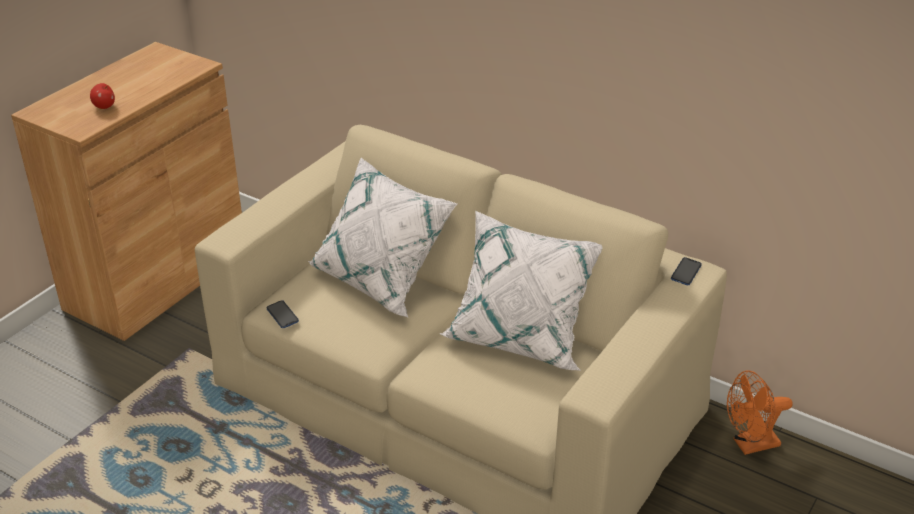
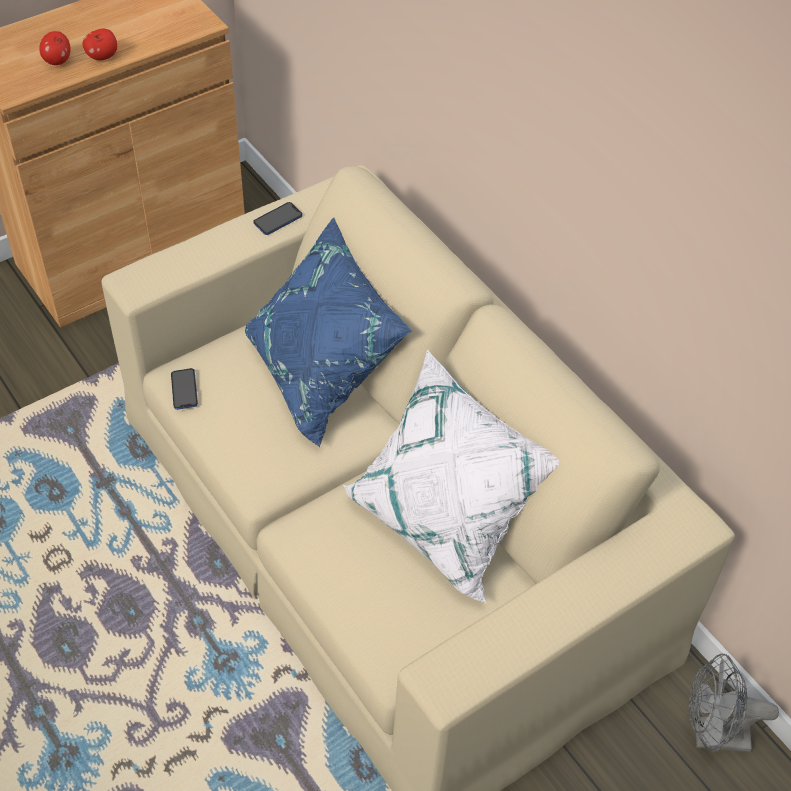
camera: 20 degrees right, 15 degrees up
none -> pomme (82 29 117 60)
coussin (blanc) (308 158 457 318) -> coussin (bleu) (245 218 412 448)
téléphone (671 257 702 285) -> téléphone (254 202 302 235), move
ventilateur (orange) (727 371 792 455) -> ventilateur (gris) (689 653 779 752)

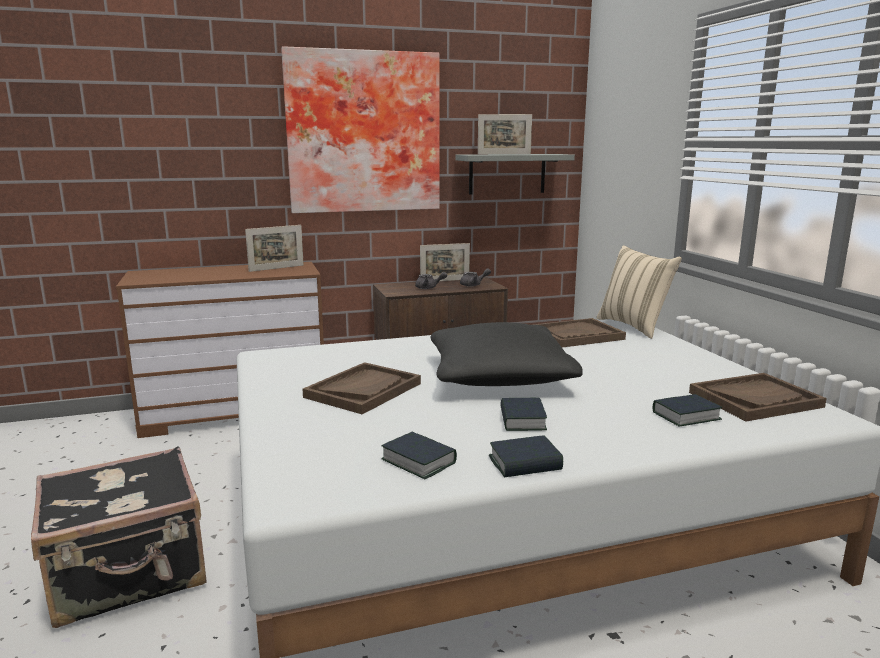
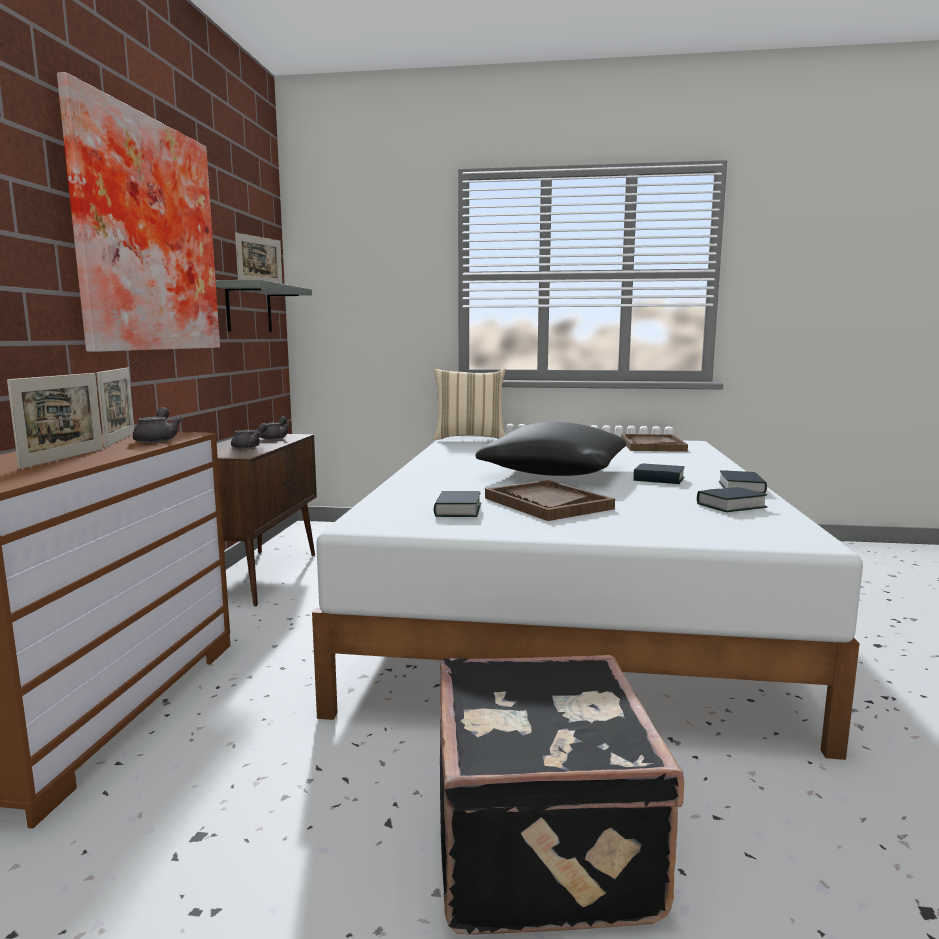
camera: 65 degrees left, 5 degrees down
cadre photo (420 243 470 281) -> cadre photo (7 373 103 469), move
none -> théière (gris) (133 407 183 443)
livre (653 394 722 426) -> livre (434 491 481 517), move
plateau (marron) (532 318 626 348) -> none

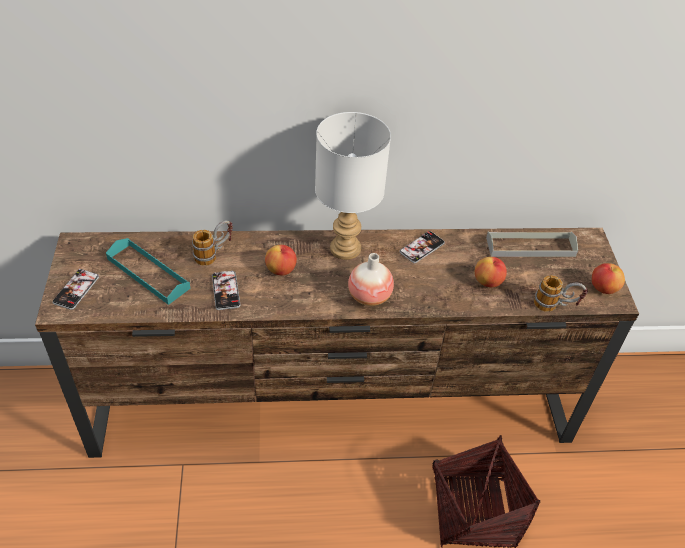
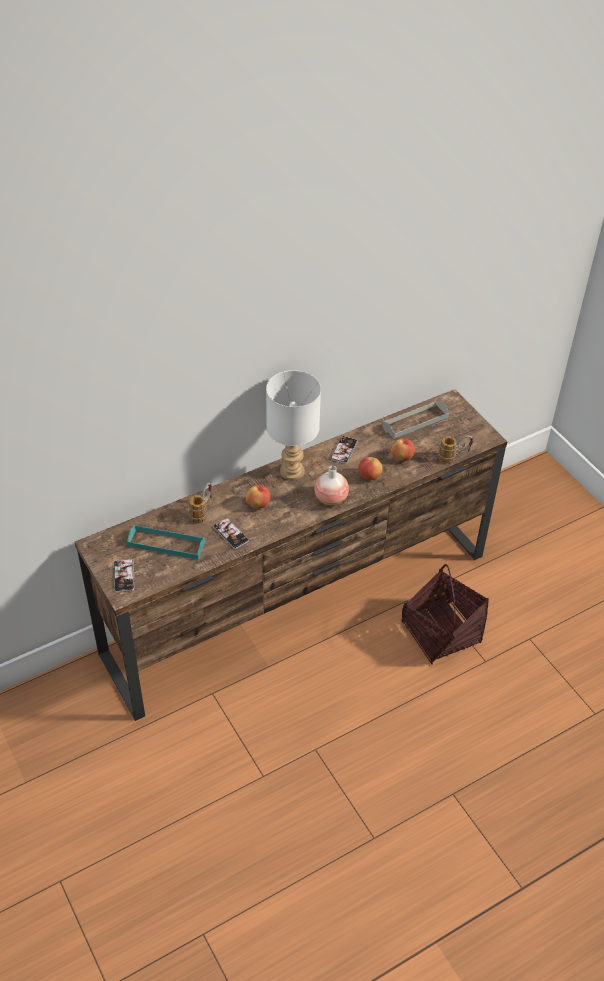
camera: 25 degrees left, 0 degrees up
pomme (592 263 625 294) -> pomme (358 457 383 480), move

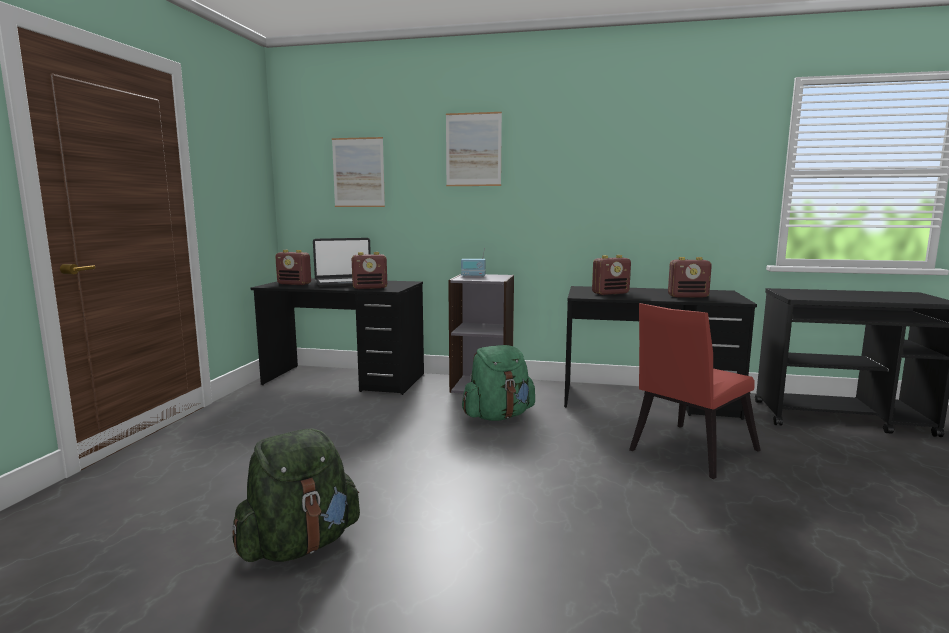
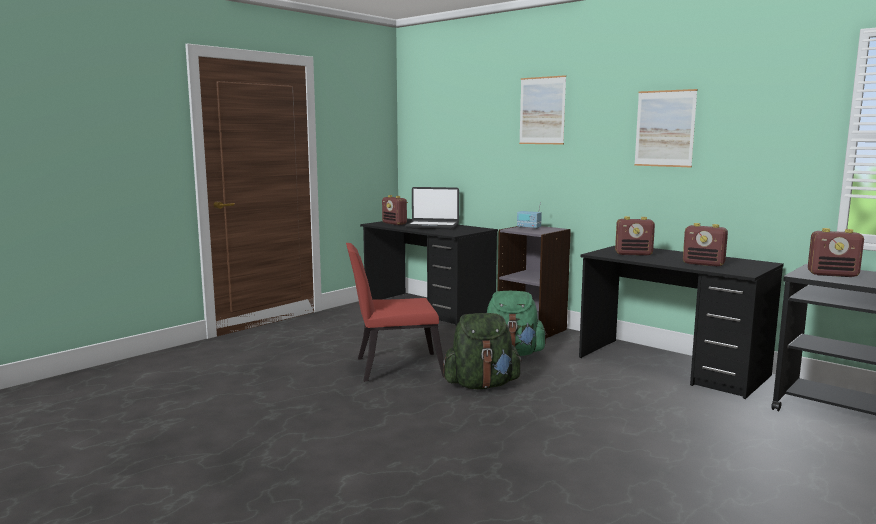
camera: 30 degrees right, 0 degrees up
chaise (rouge) (629 303 760 479) -> chaise (rouge) (346 243 444 382), move
sac à dos (vert) (232 429 360 562) -> sac à dos (vert) (443 313 522 389), move
tableau (332 137 385 207) -> tableau (634 89 698 167), move
radio (352 252 387 289) -> radio (808 228 864 277), move

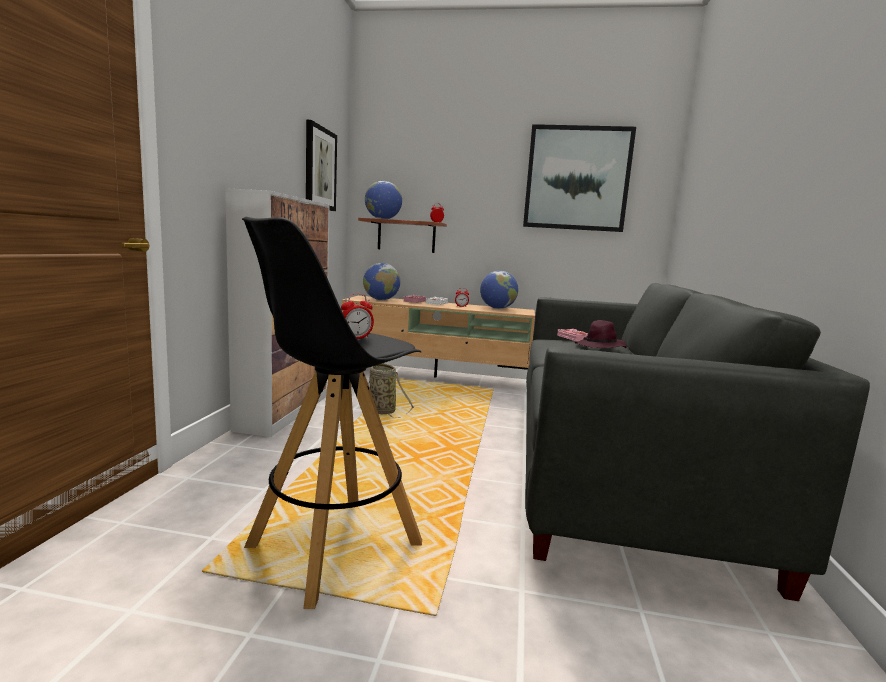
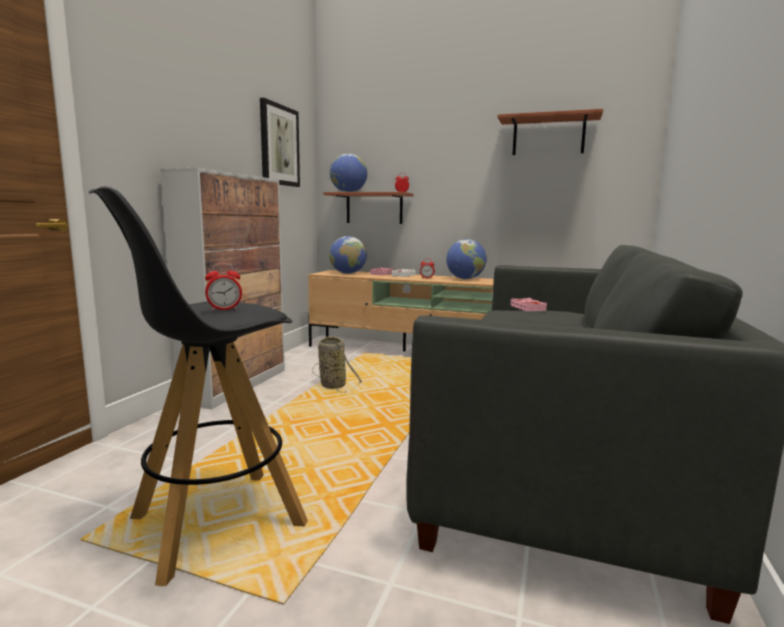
camera: 10 degrees right, 0 degrees up
tableau (523 124 636 232) -> étagère (497 109 603 155)
chapeau (violet) (575 320 626 348) -> none

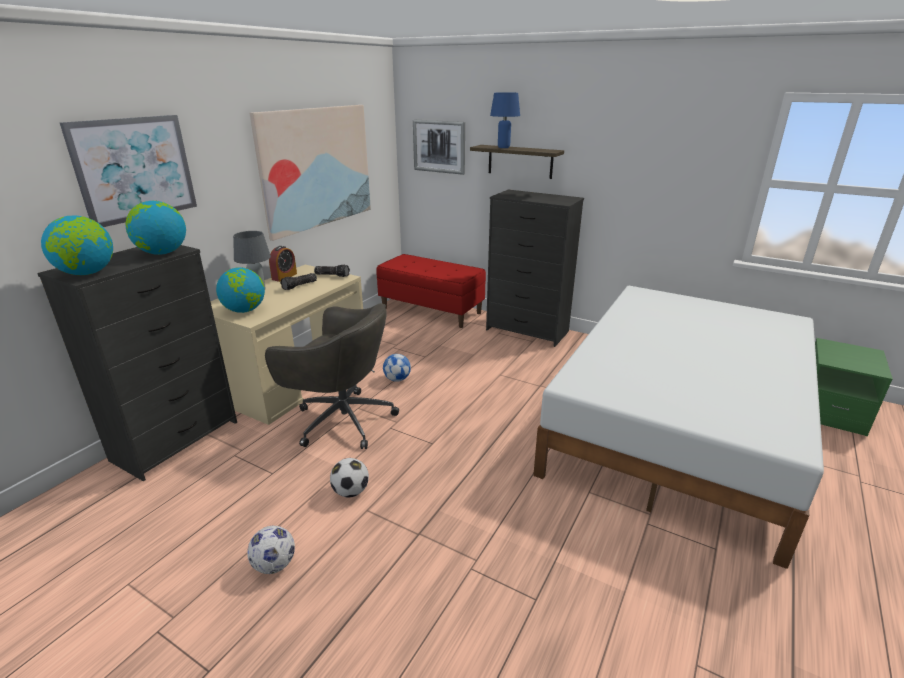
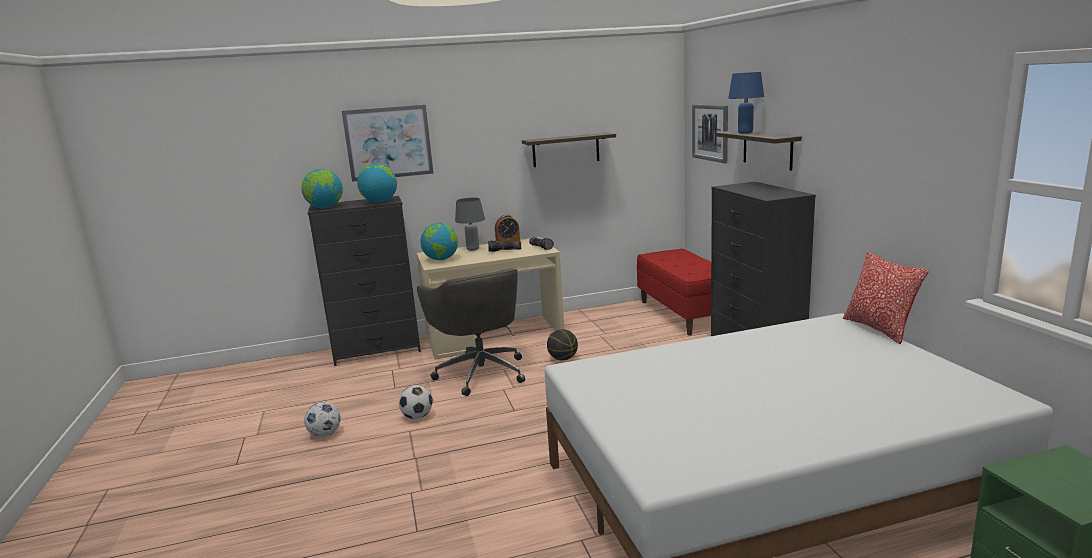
camera: 45 degrees right, 10 degrees down
tableau (250 105 371 241) -> étagère (522 132 616 167)
ballon de foot (383 354 411 382) -> ballon de basket (547 329 578 360)
none -> coussin (843 252 929 344)

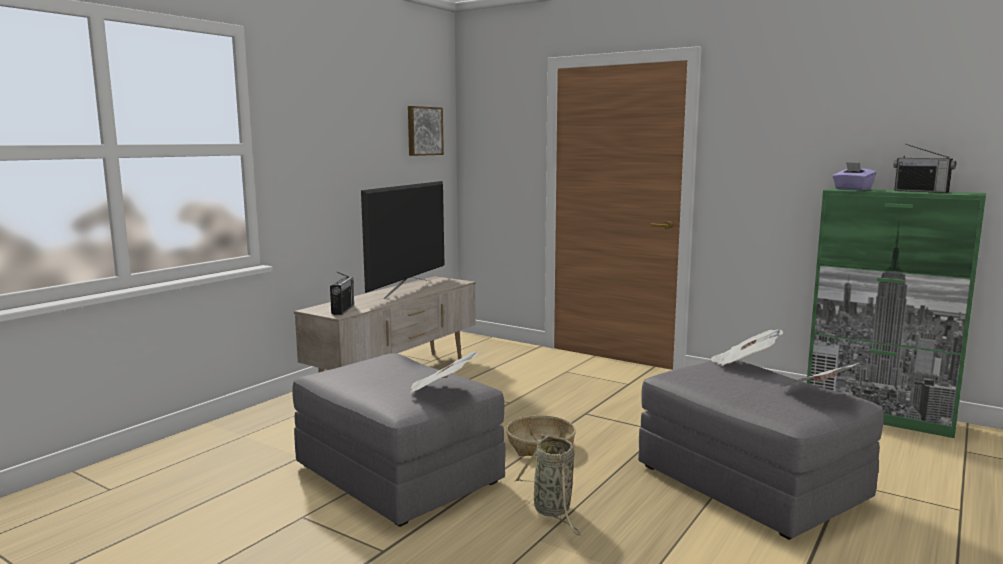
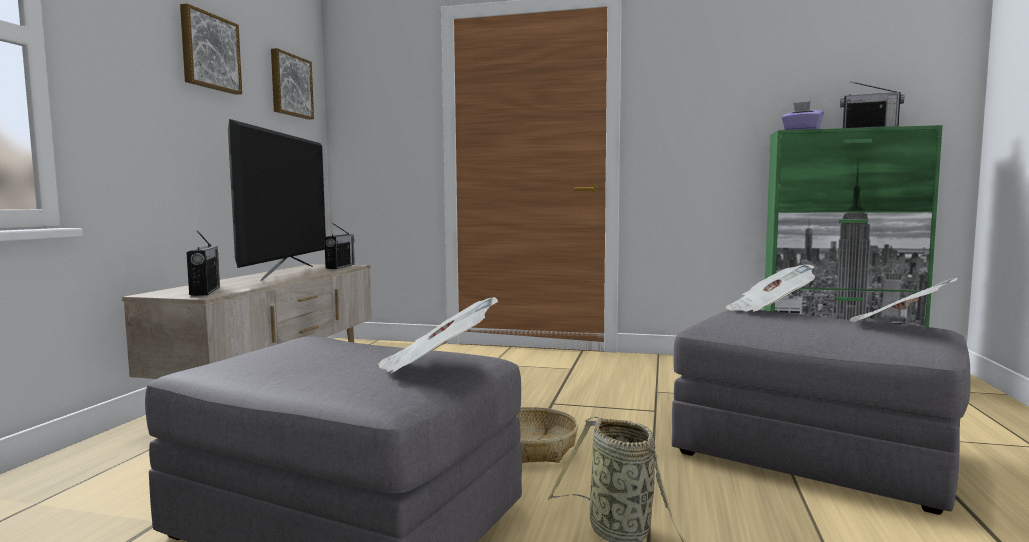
camera: 20 degrees left, 5 degrees down
none -> tableau (180 4 242 95)
none -> radio (324 223 355 269)

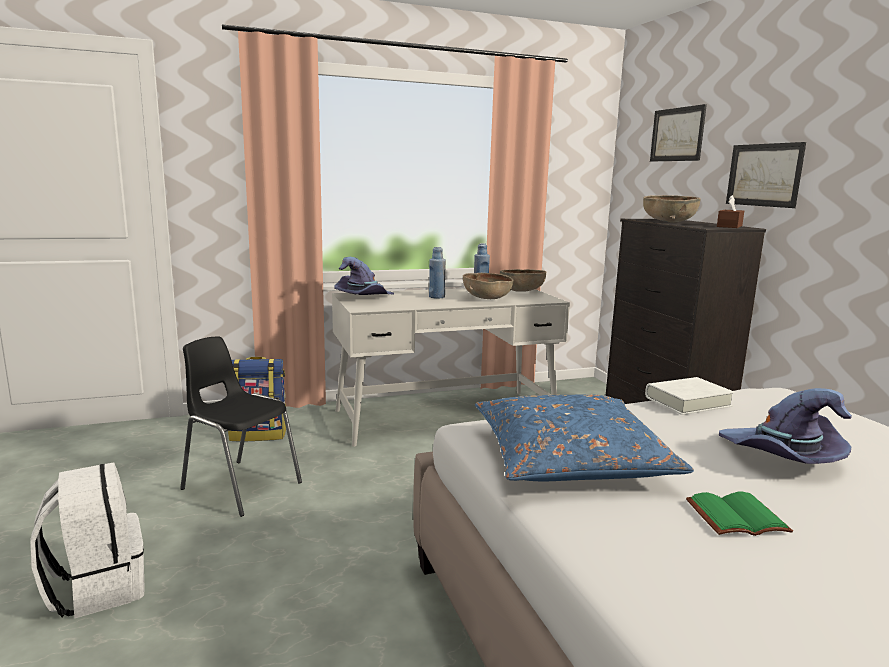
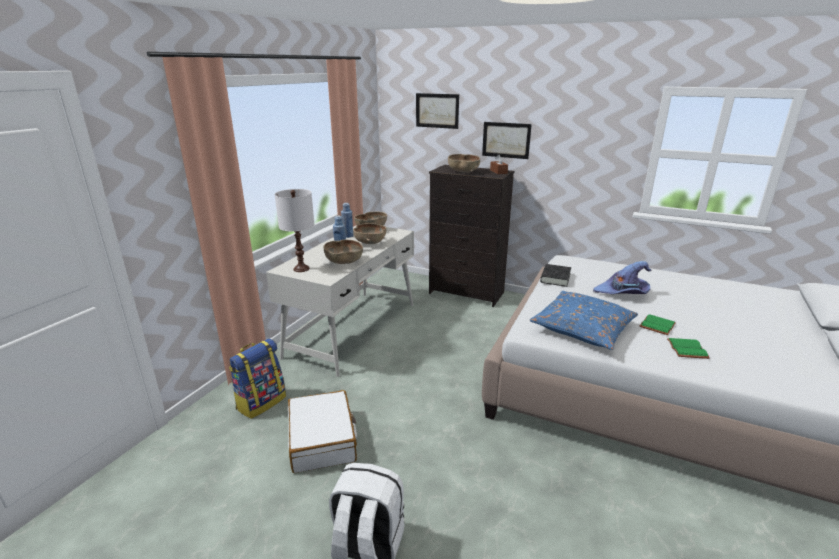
camera: 45 degrees left, 10 degrees up
chapeau (violet) (334 257 394 295) -> lampe de table (blanc) (275 189 315 272)
chaise (noir) (180 336 302 517) -> valise (blanc) (288 390 357 473)
none -> bol (marron) (324 239 363 264)
livre (blanc) (645 377 735 415) -> livre (noir) (540 264 571 287)
none -> livre (vert) (667 338 709 359)

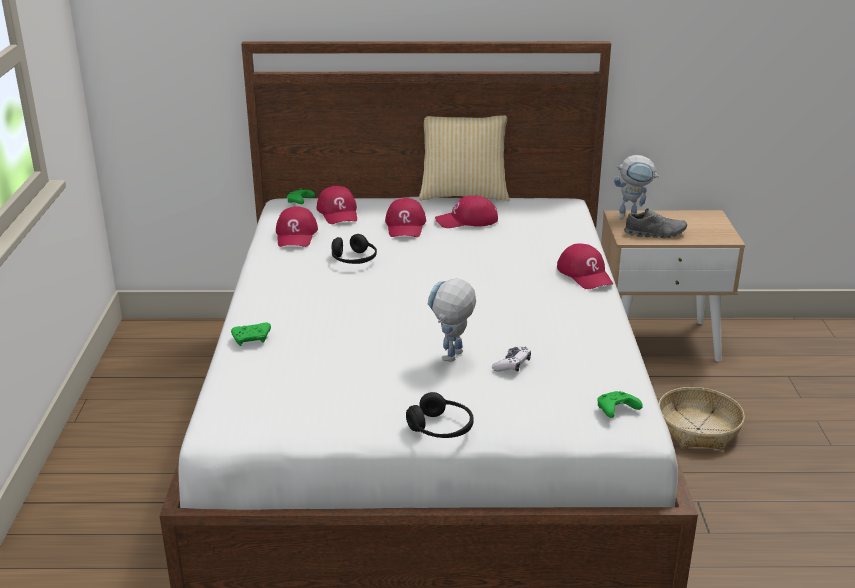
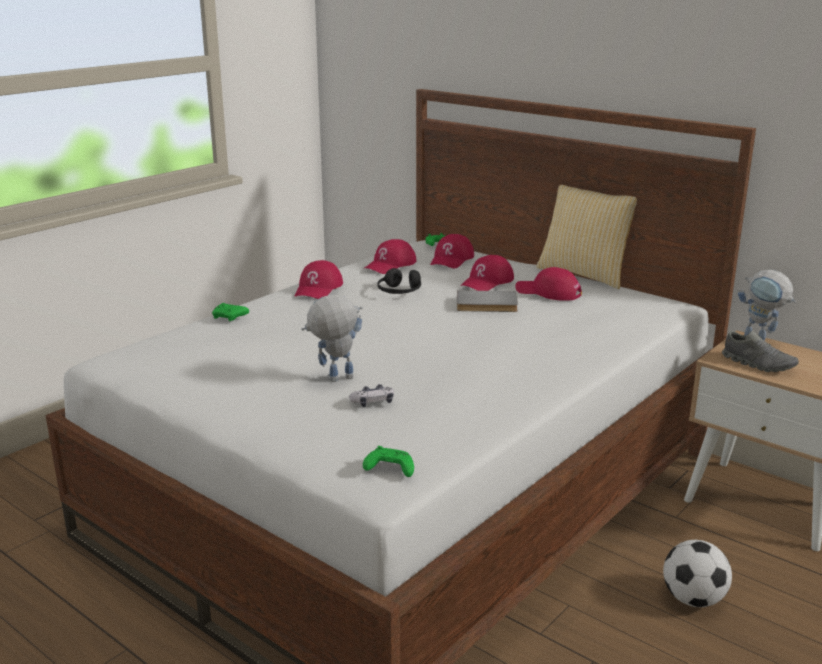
camera: 40 degrees right, 5 degrees down
casquette (rouge) (557 243 613 289) -> casquette (rouge) (295 260 343 299), move
none -> livre (gris) (457 290 518 312)
panier (659 387 745 450) -> ballon de foot (663 540 732 607)
casque audio (noir) (406 392 474 438) -> none

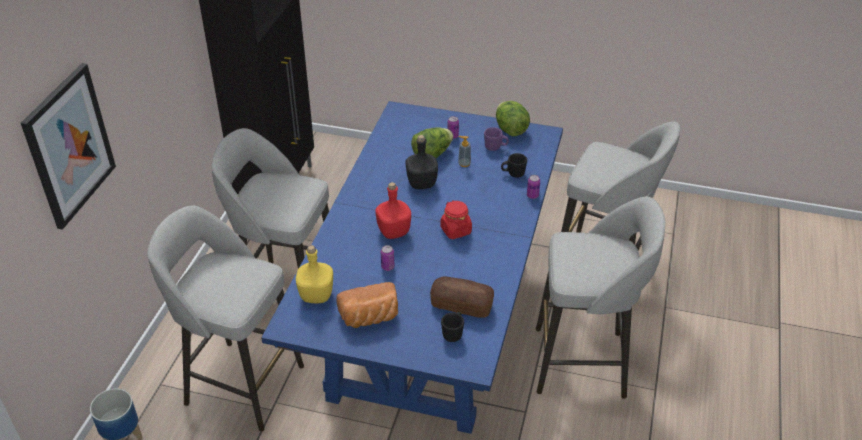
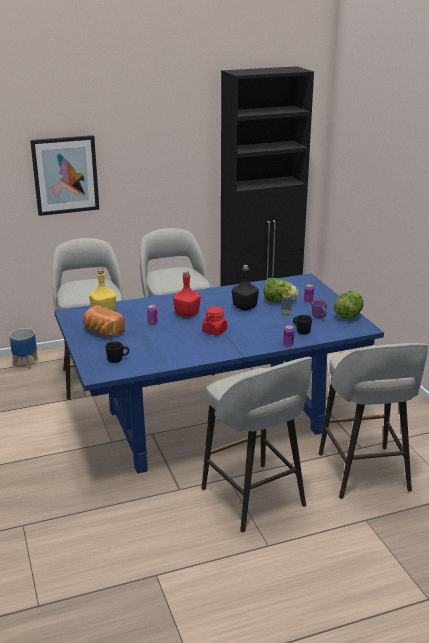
camera: 55 degrees right, 15 degrees down
pain (430 277 494 318) -> none

